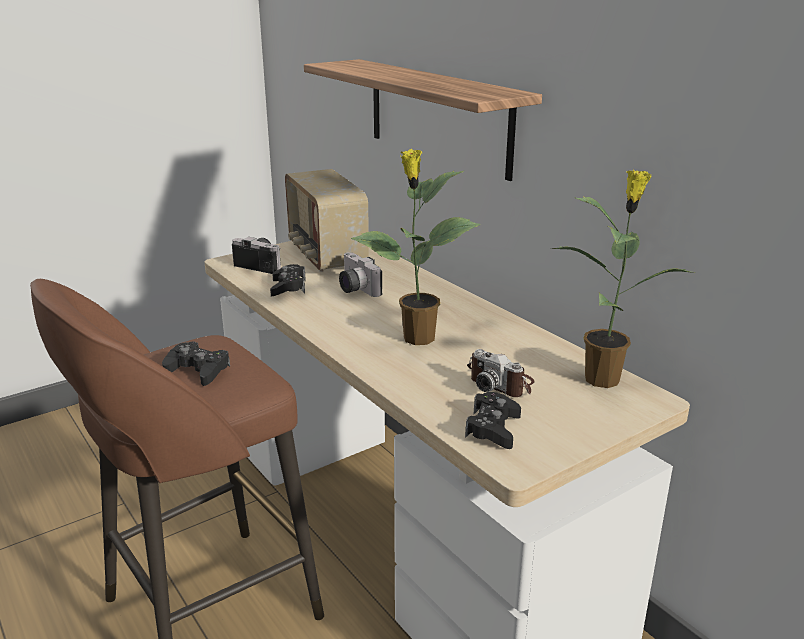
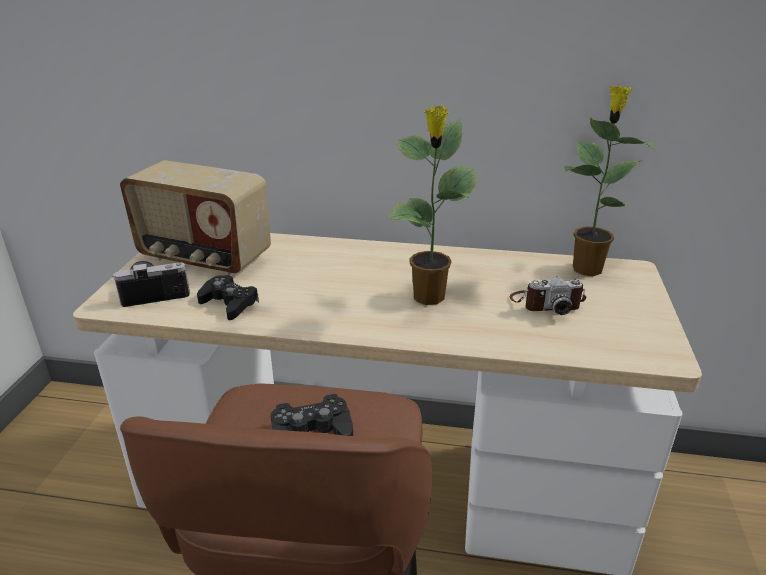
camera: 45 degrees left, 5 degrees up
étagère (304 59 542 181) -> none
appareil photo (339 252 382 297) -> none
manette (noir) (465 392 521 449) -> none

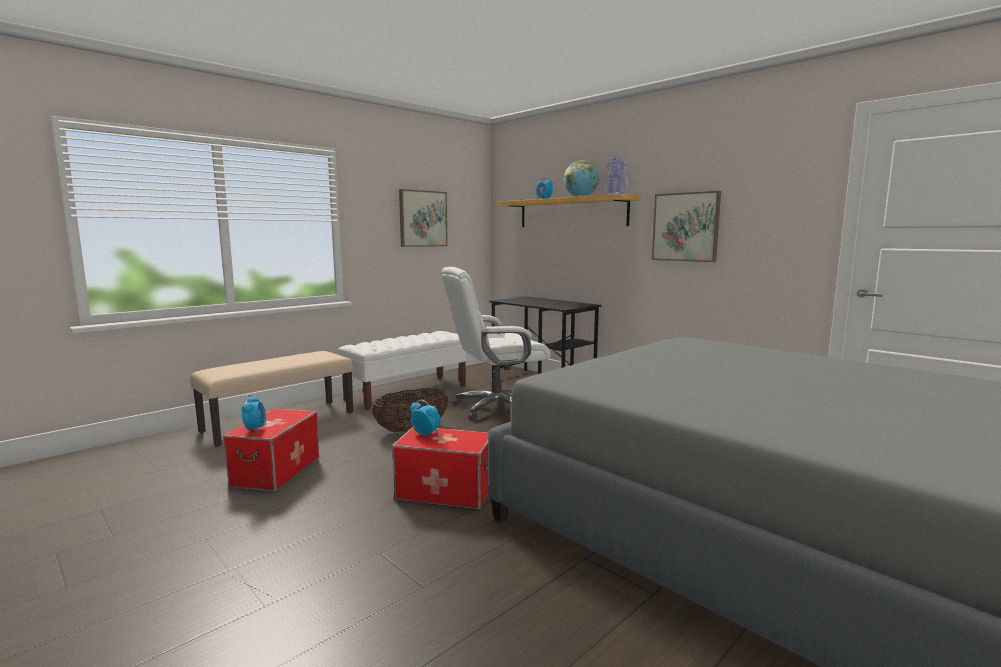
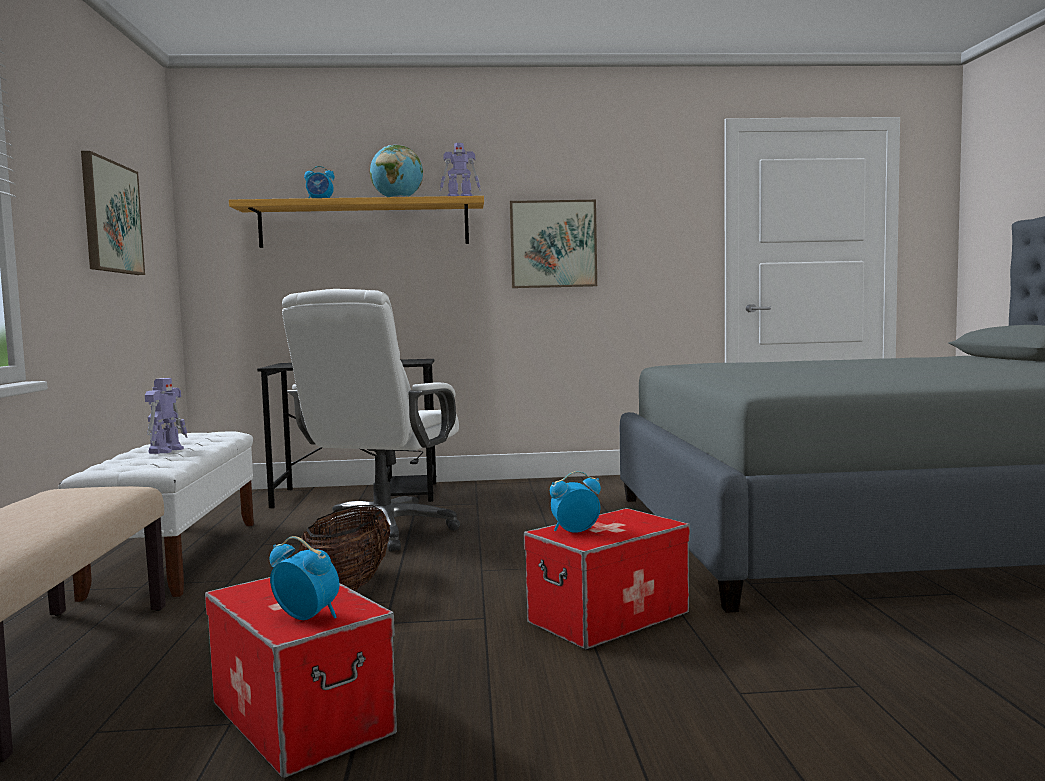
camera: 50 degrees left, 5 degrees down
none -> robot jouet (145 378 187 454)

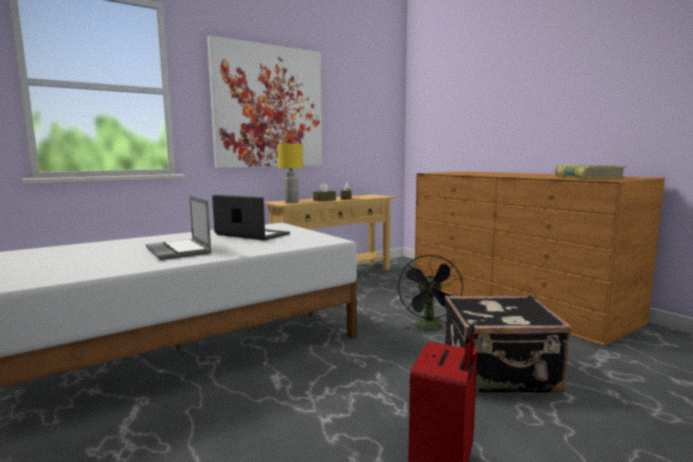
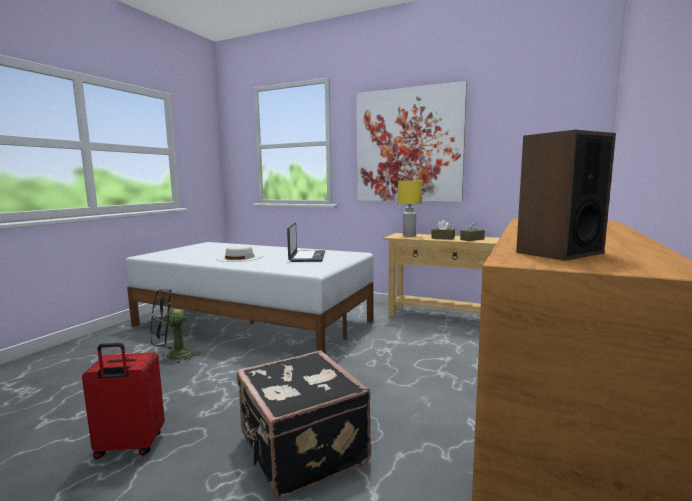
camera: 60 degrees right, 0 degrees up
ventilateur (noir) (398 255 463 331) -> ventilateur (noir) (150 289 201 364), move
ordinateur portable (146 196 212 260) -> chapeau (blanc) (216 245 263 262)
livre (555 165 627 179) -> enceinte (516 130 616 261)

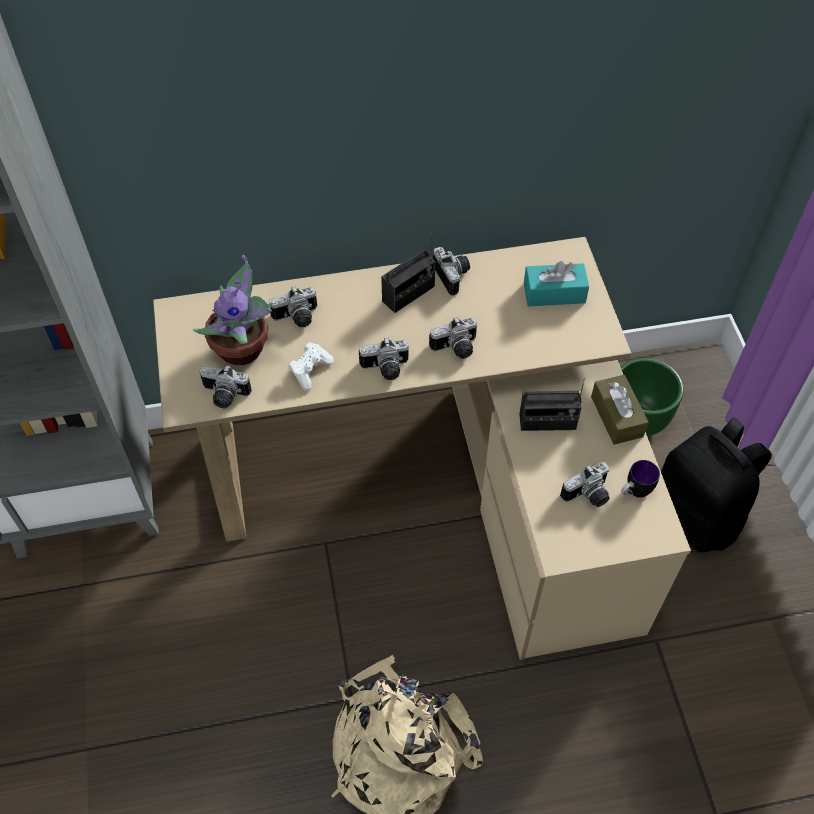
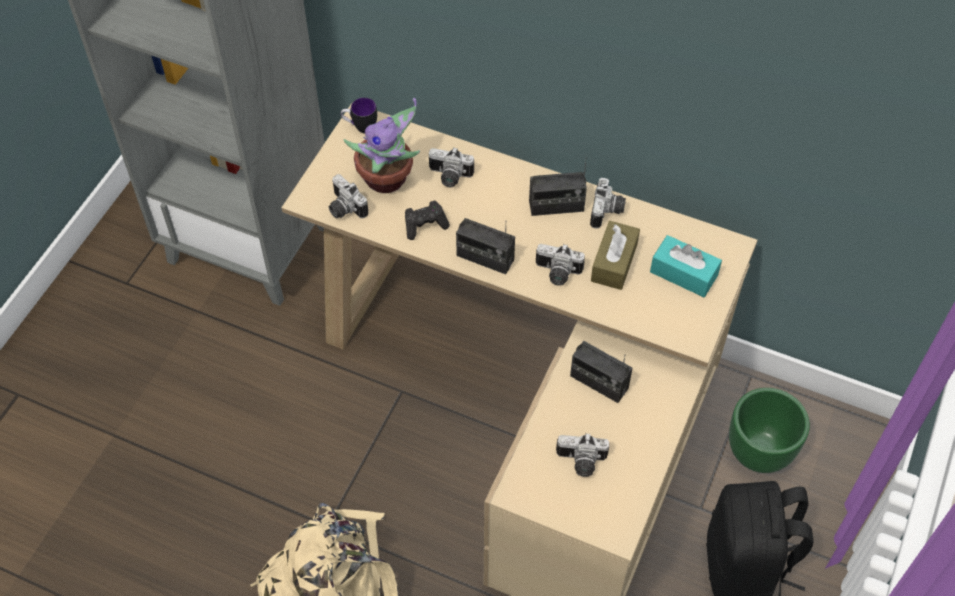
camera: 35 degrees right, 0 degrees up
mug (621 460 660 498) -> mug (341 98 377 133), move
manette (blanc) (288 342 334 390) -> manette (noir) (405 201 450 240)
appareil photo (359 338 409 380) -> radio (456 218 515 274)
boîte à mouchoirs (marron) (591 375 649 445) -> boîte à mouchoirs (marron) (591 221 640 290), move

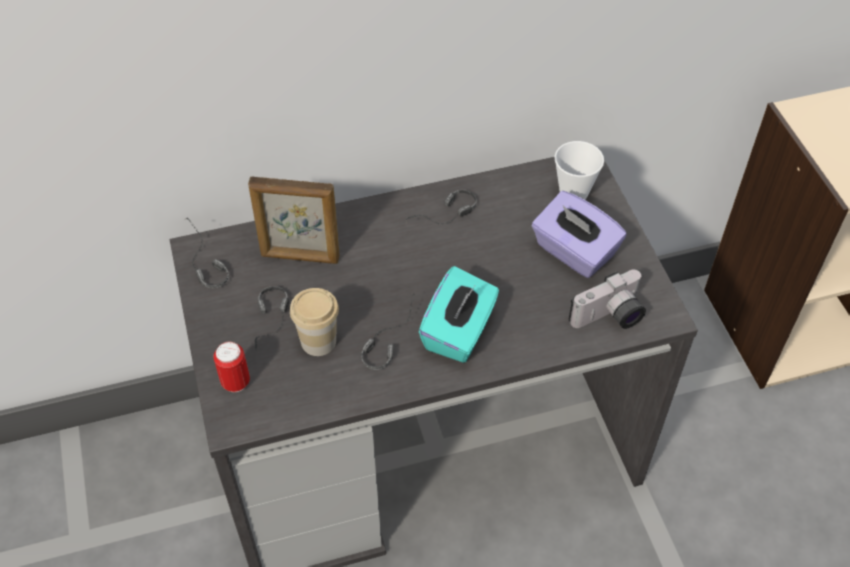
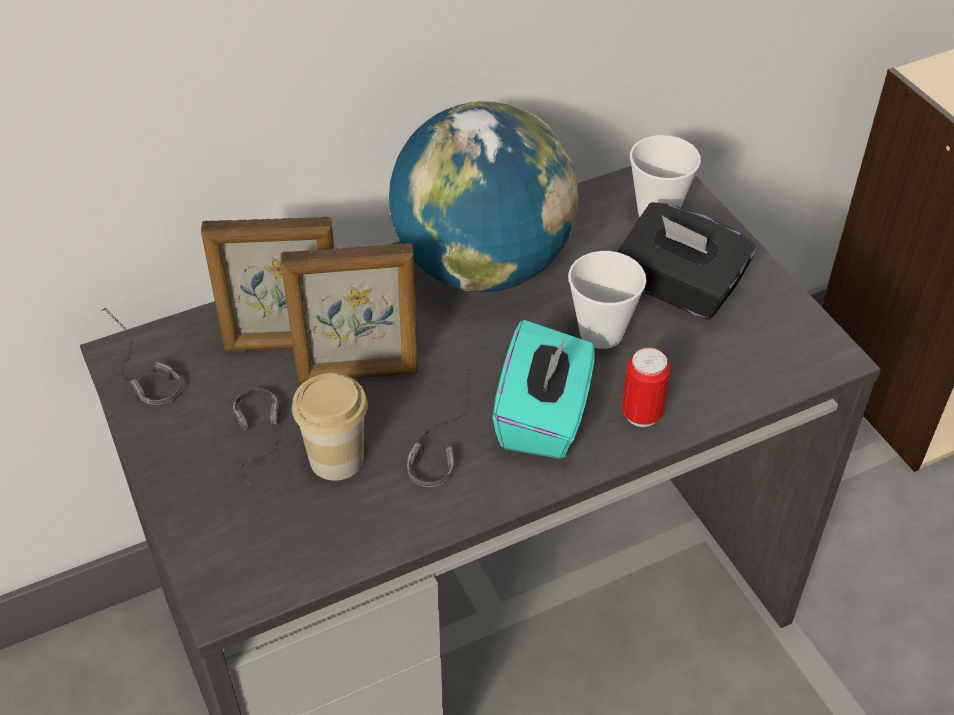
camera: 10 degrees left, 5 degrees down
none -> cadre photo (281 243 418 383)
casque audio (406 190 476 225) -> globe (389 101 578 292)
none -> tasse (568 251 647 349)
boîte à mouchoirs (violet) (532 191 626 278) -> boîte à mouchoirs (noir) (618 202 756 320)
boîte métallique (214 342 250 392) -> boîte métallique (622 347 671 427), move
appareil photo (569 269 646 329) -> none

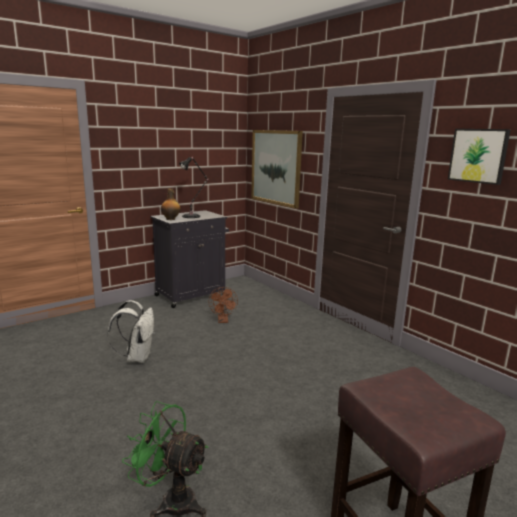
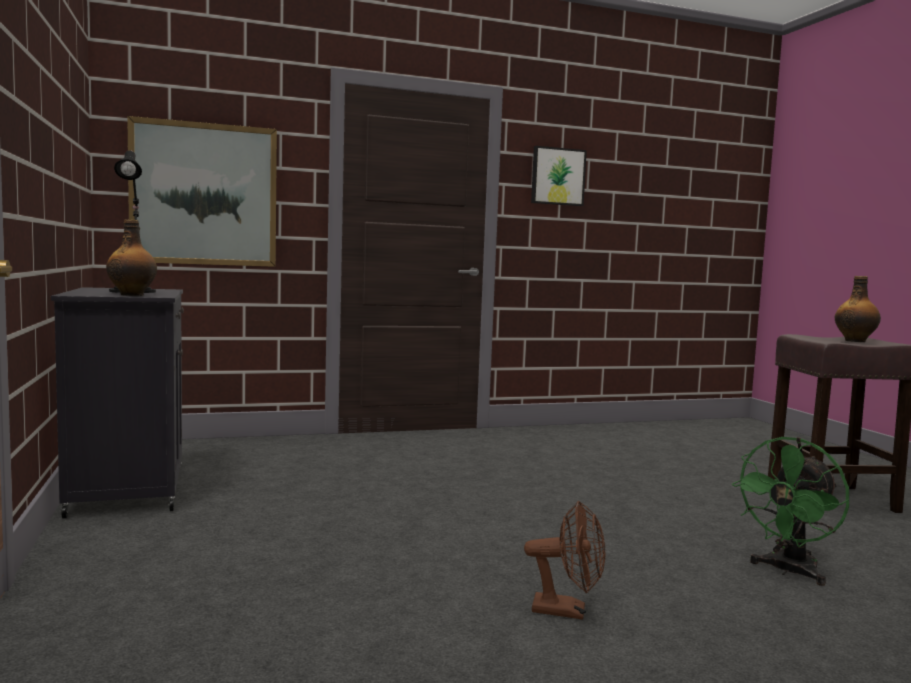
camera: 70 degrees left, 10 degrees down
ventilateur (marron) (208 287 238 323) -> ventilateur (marron) (524 501 605 620), move
none -> bouteille (835 276 881 342)
sac à dos (blanc) (107 300 154 363) -> none

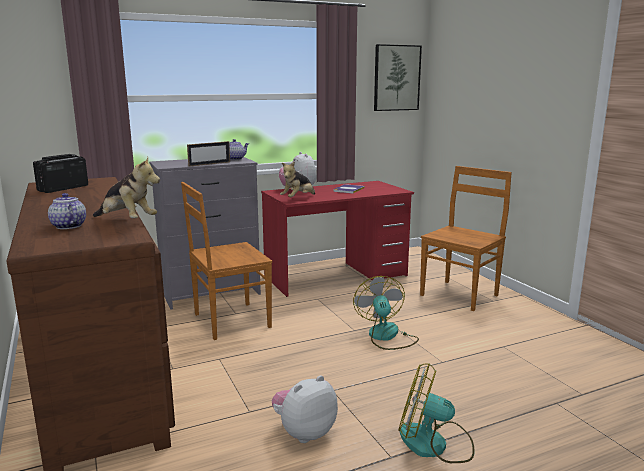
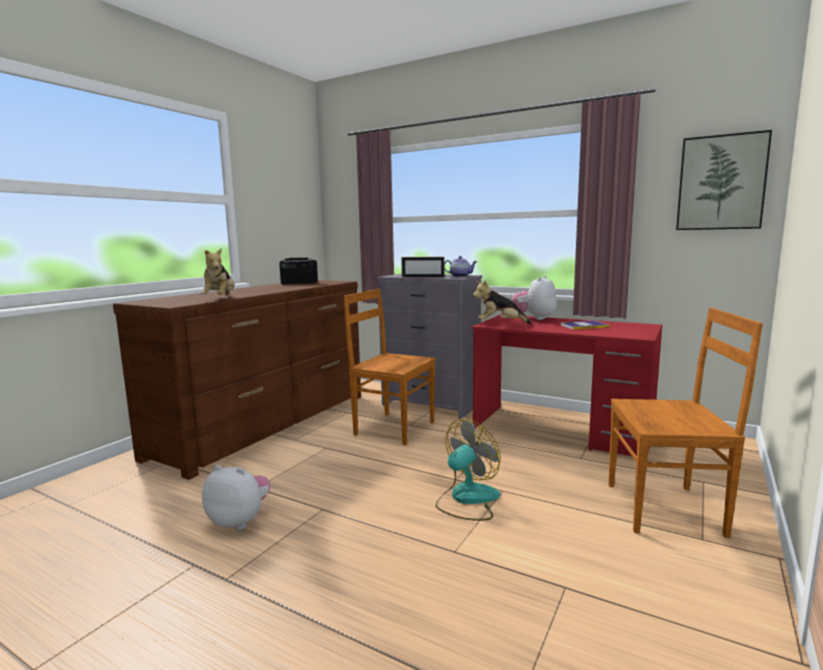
camera: 55 degrees right, 5 degrees down
théière (48 193 86 229) -> none
ventilateur (399 363 475 463) -> none

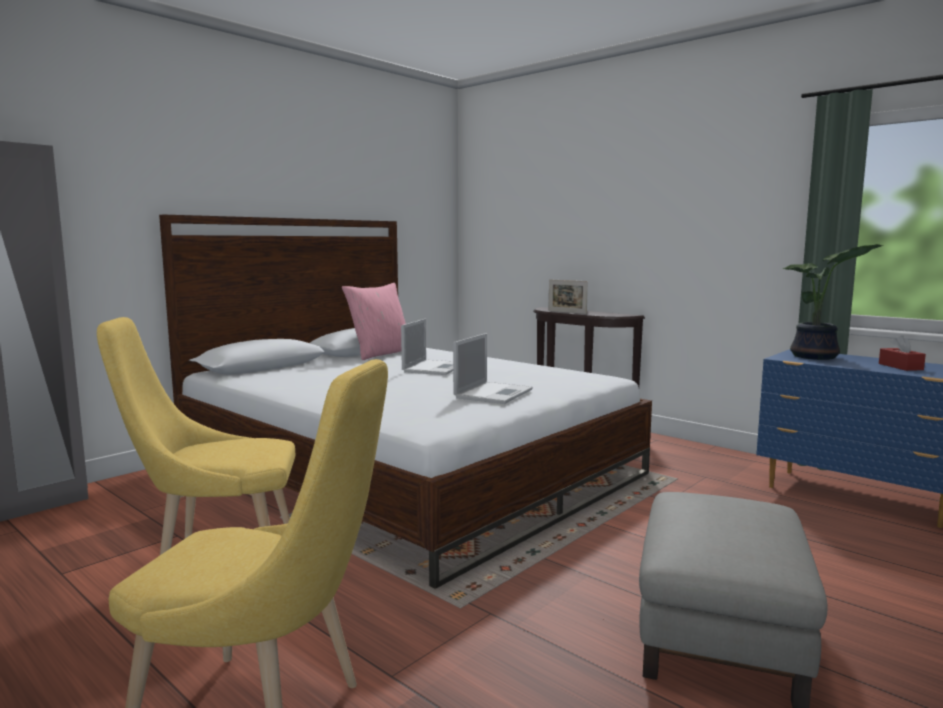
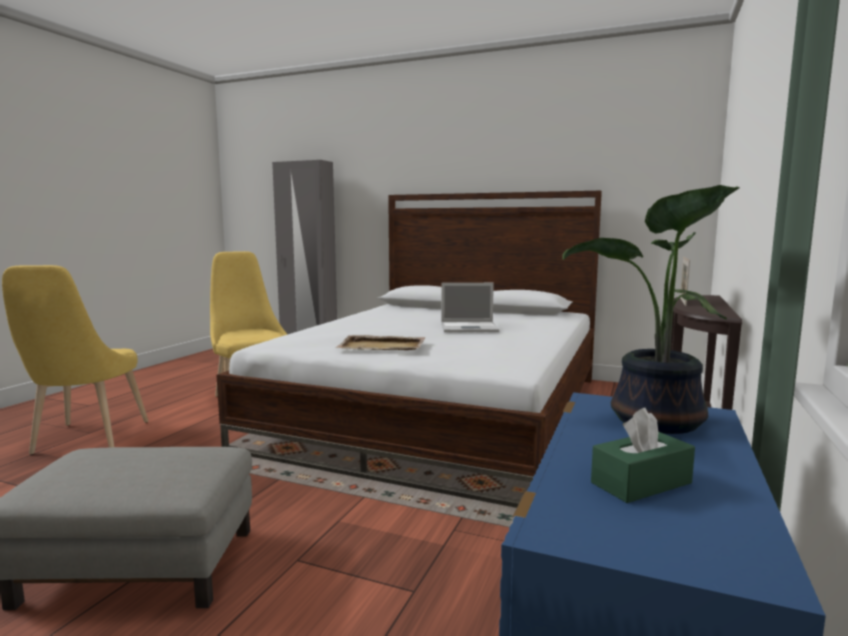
camera: 70 degrees right, 0 degrees up
ordinateur portable (453 333 533 404) -> plateau (beige) (335 335 426 350)
boîte à mouchoirs (rouge) (879 335 926 371) -> boîte à mouchoirs (vert) (591 408 695 503)
coussin (rose) (342 283 406 360) -> none

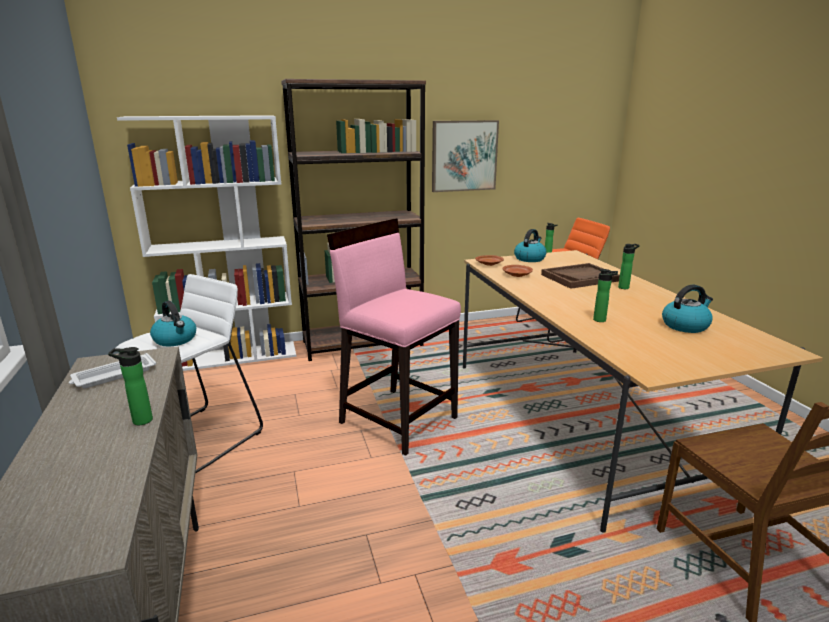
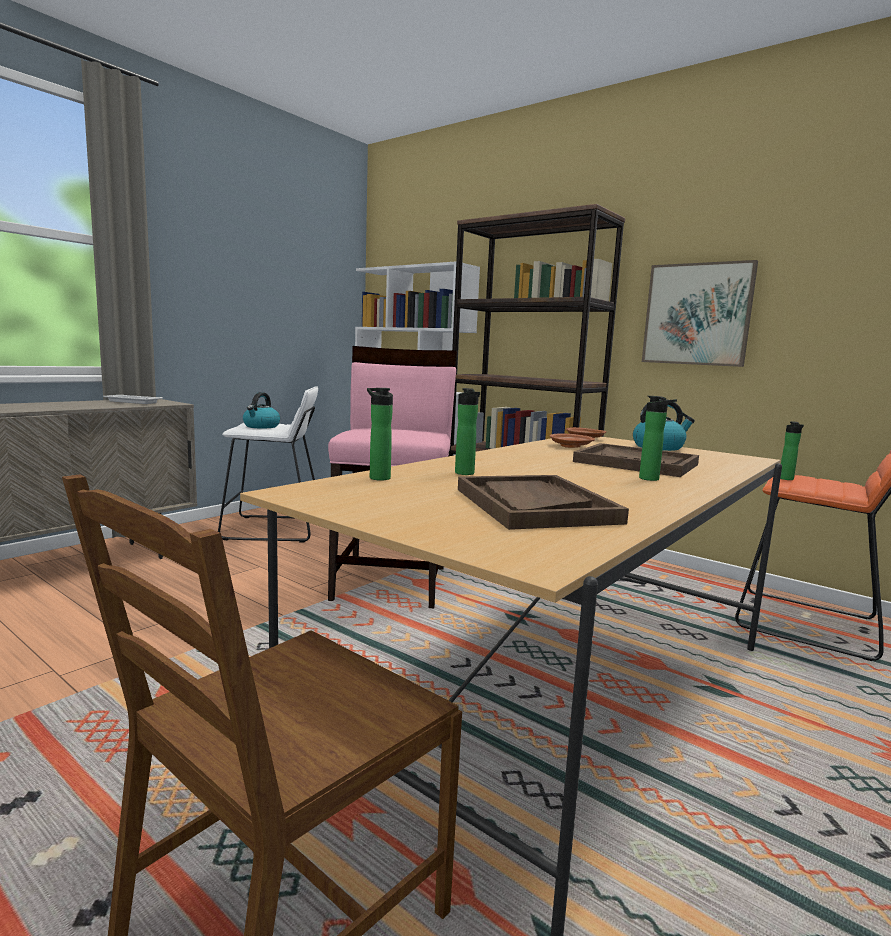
camera: 55 degrees right, 10 degrees down
bouteille (108 347 153 425) -> bouteille (367 388 393 480), move
bouilloire (662 284 713 333) -> plateau (marron) (458 475 629 530)

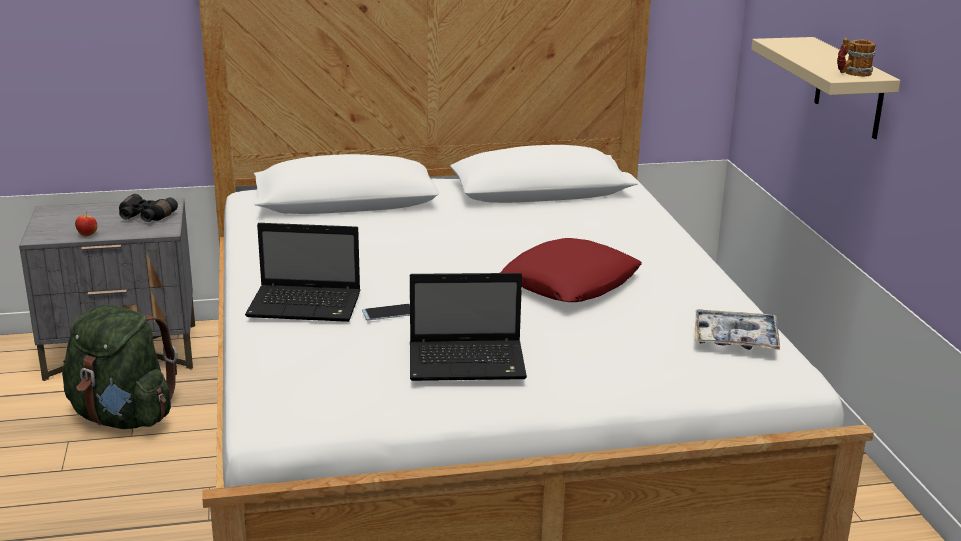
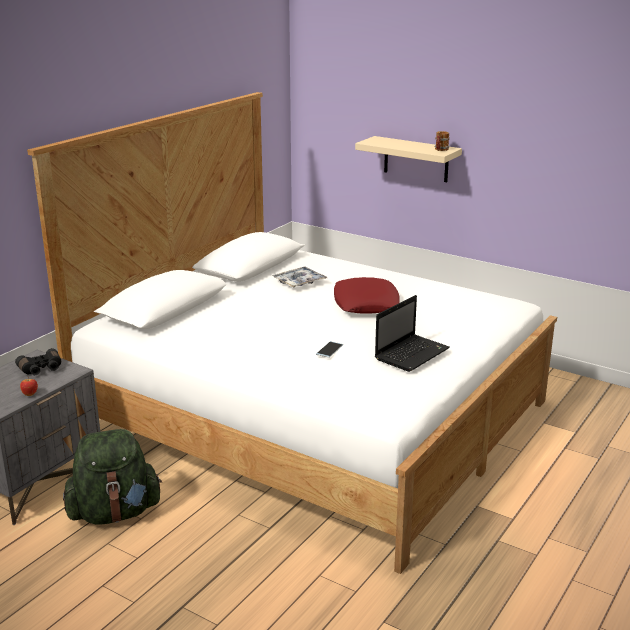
camera: 45 degrees left, 0 degrees up
plateau (695 309 780 350) -> plateau (272 266 327 288), move
ordinateur portable (245 223 360 322) -> none

